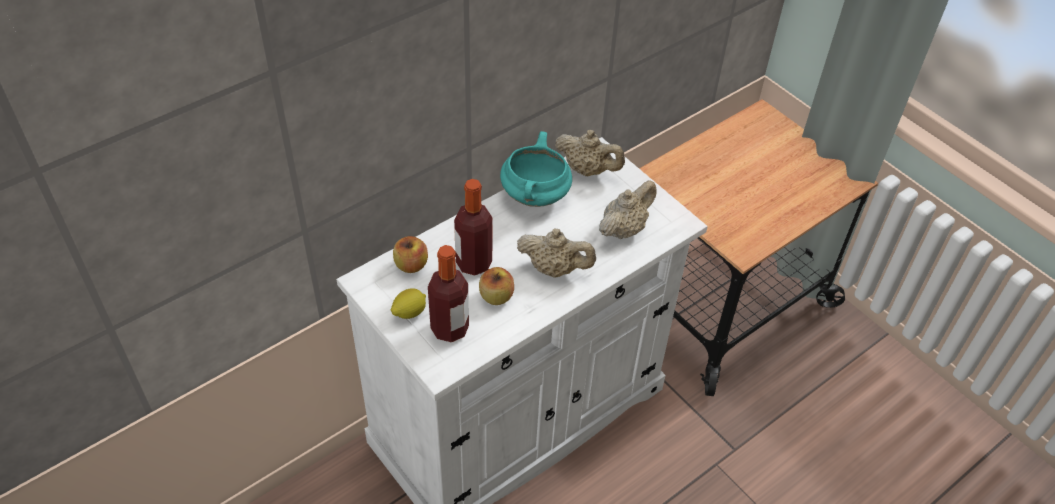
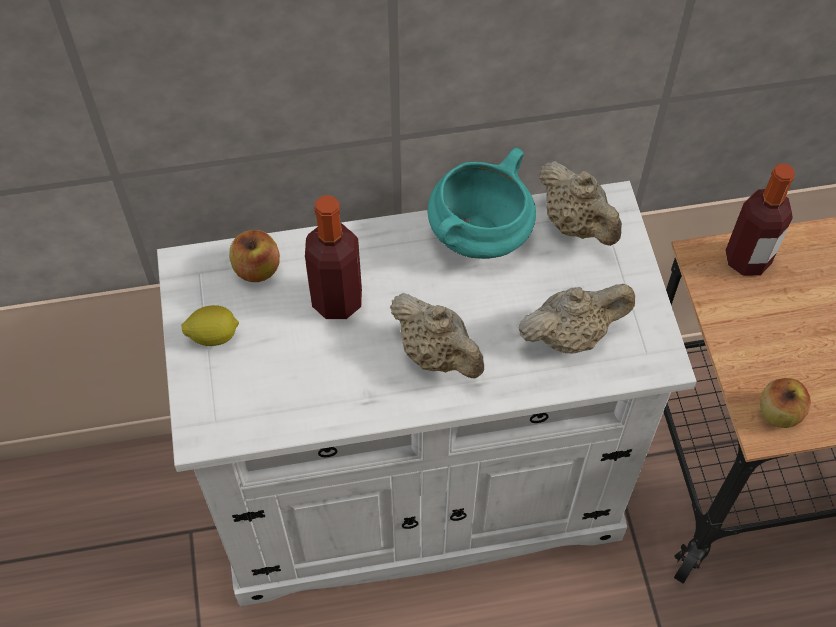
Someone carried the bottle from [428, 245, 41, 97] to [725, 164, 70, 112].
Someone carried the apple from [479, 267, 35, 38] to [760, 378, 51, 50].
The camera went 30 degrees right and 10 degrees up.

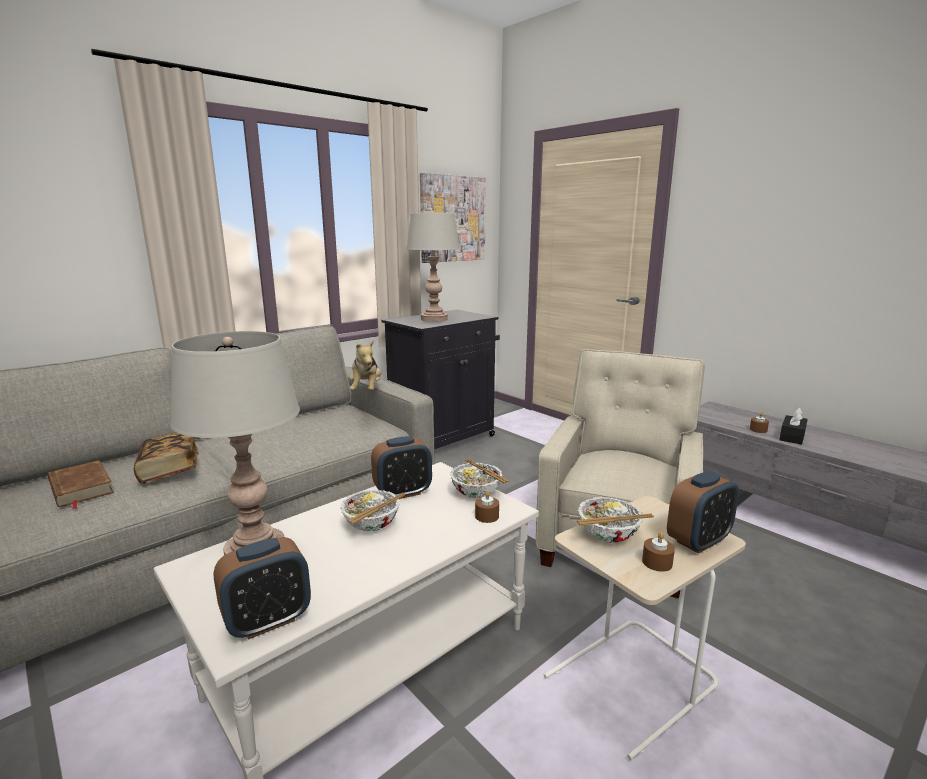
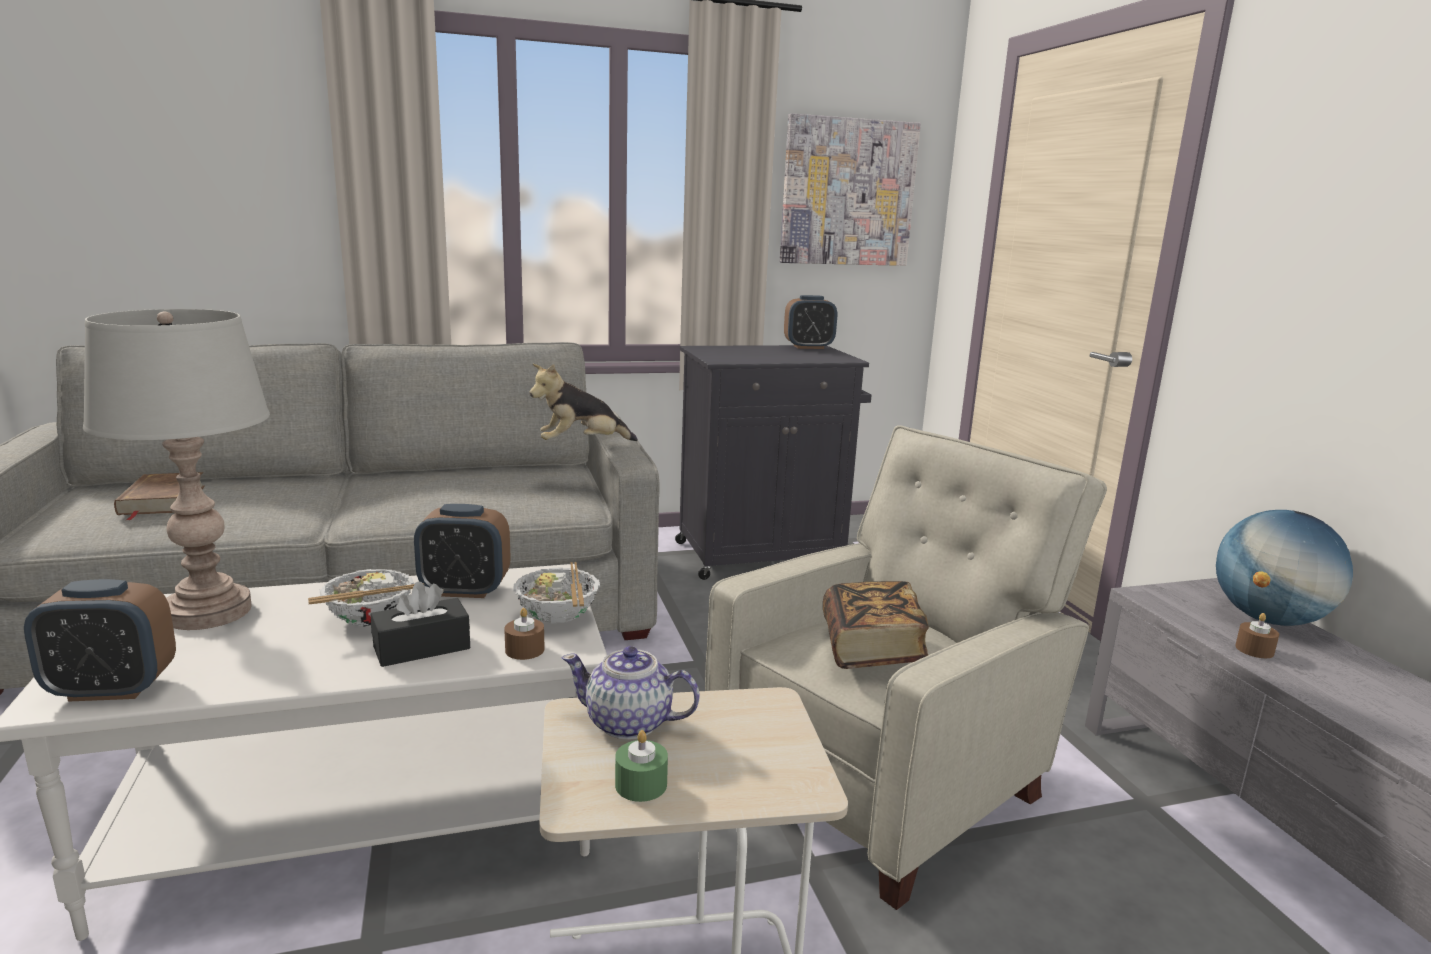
Someone carried the black-coloured box of tissues from [779, 408, 29, 37] to [371, 581, 99, 86].
Someone rotated the soft toy at [349, 341, 32, 50] by 45 degrees clockwise.
Someone swapped the bowl at [577, 497, 77, 46] for the pot for tea at [562, 646, 138, 94].
Someone repainted the brown wax candle at [642, 532, 33, 40], which became the green wax candle at [615, 730, 53, 72].
Someone carried the bedside clock from [667, 471, 72, 83] to [784, 295, 53, 54].
Someone carried the bound book from [134, 433, 65, 51] to [823, 581, 106, 88].
Someone put down the globe at [1216, 510, 137, 116].
Someone took away the grey tabletop lamp at [406, 211, 54, 111].
The camera went 25 degrees right and 0 degrees up.

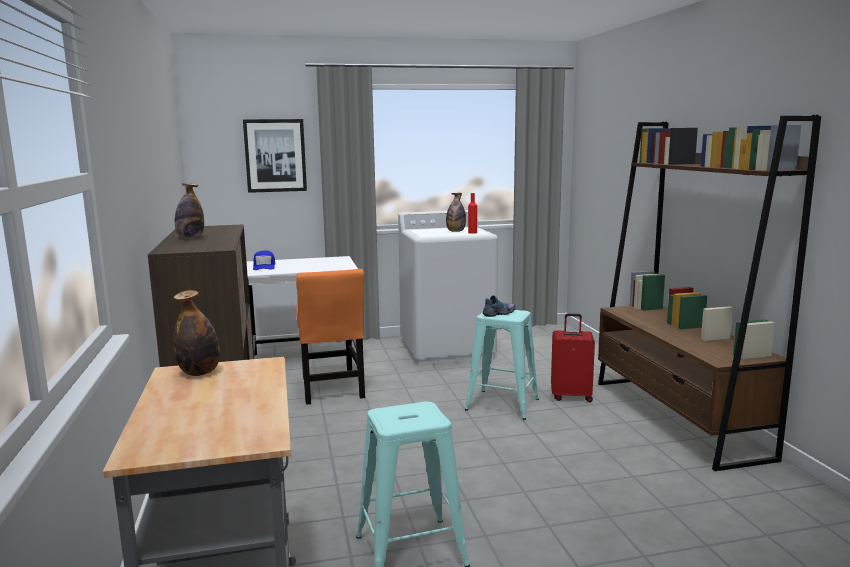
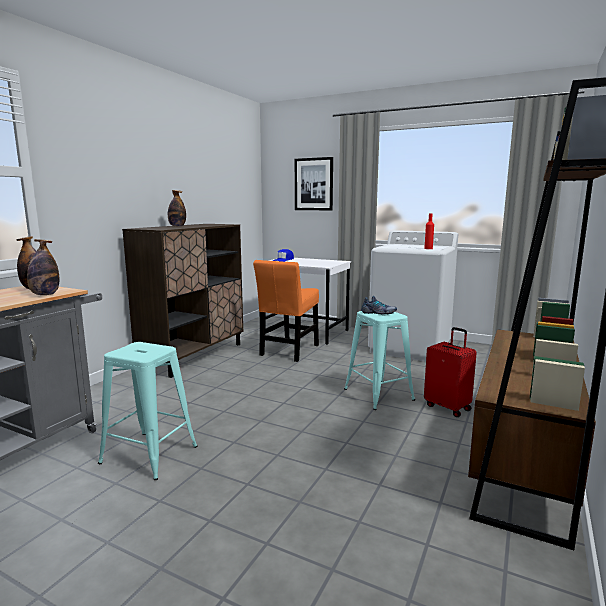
Someone carried the bottle from [446, 193, 20, 39] to [27, 239, 32, 56].
The camera went 40 degrees right and 0 degrees up.

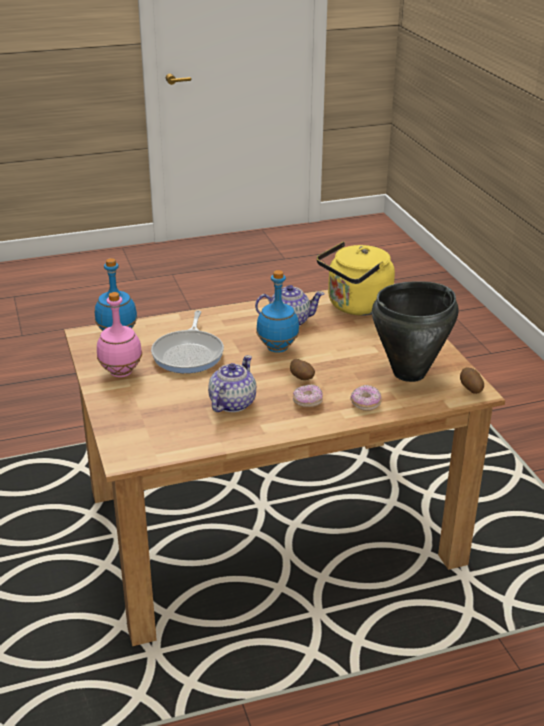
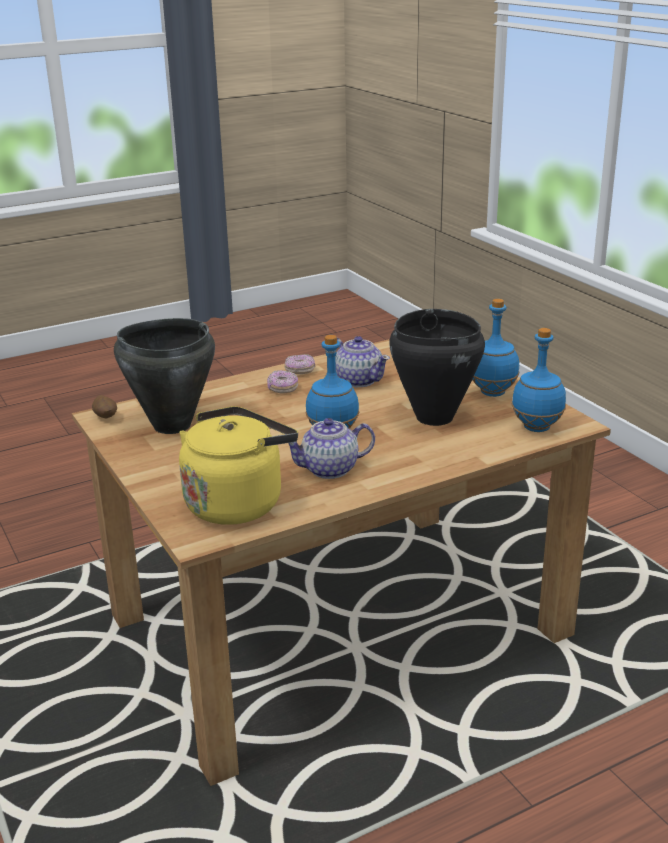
Someone carried the donut from [350, 385, 32, 26] to [284, 354, 31, 20].
Someone rotated the pot for tea at [208, 355, 48, 57] by 60 degrees counterclockwise.
Someone swapped the skillet at [151, 310, 73, 63] for the black-coloured stockpot at [389, 309, 96, 117].
Someone repainted the pinkish bottle at [97, 292, 45, 85], which became the bluish bottle at [472, 299, 48, 98].
Someone took away the potato at [290, 359, 25, 21].
The camera went 170 degrees right and 5 degrees down.

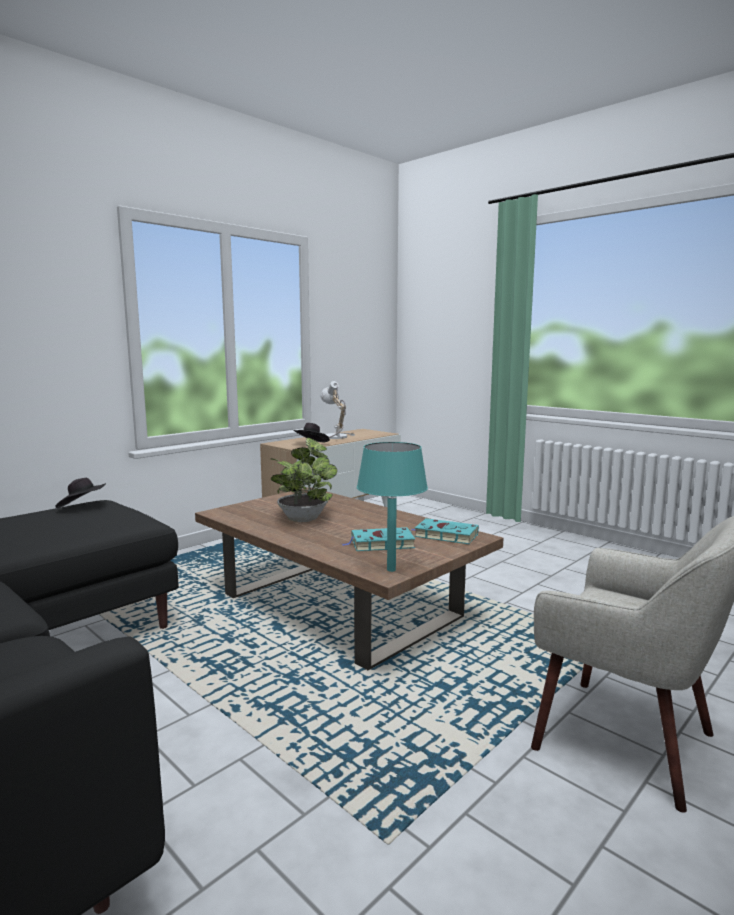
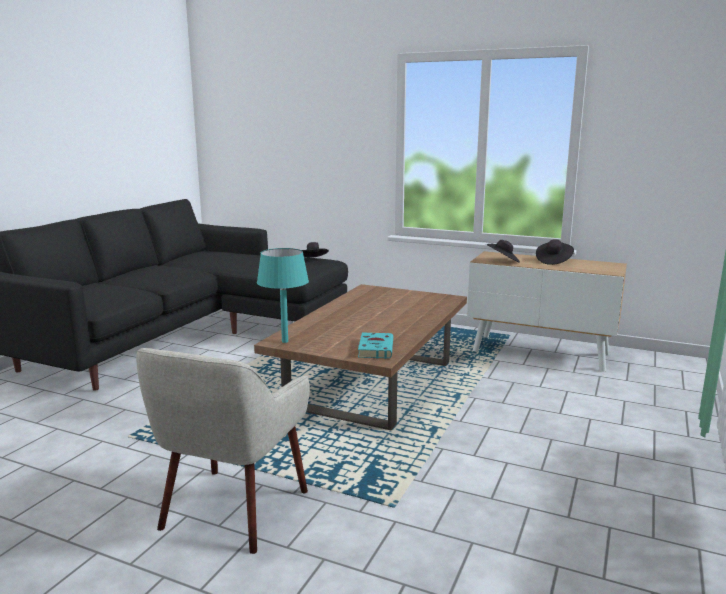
Someone swapped the tabletop lamp at [320, 381, 35, 58] for the black-coloured hat at [536, 239, 38, 26].
Someone took away the plant in a pot at [271, 438, 66, 84].
Someone took away the turquoise-coloured bound book at [342, 527, 73, 24].
The camera went 70 degrees right and 5 degrees up.

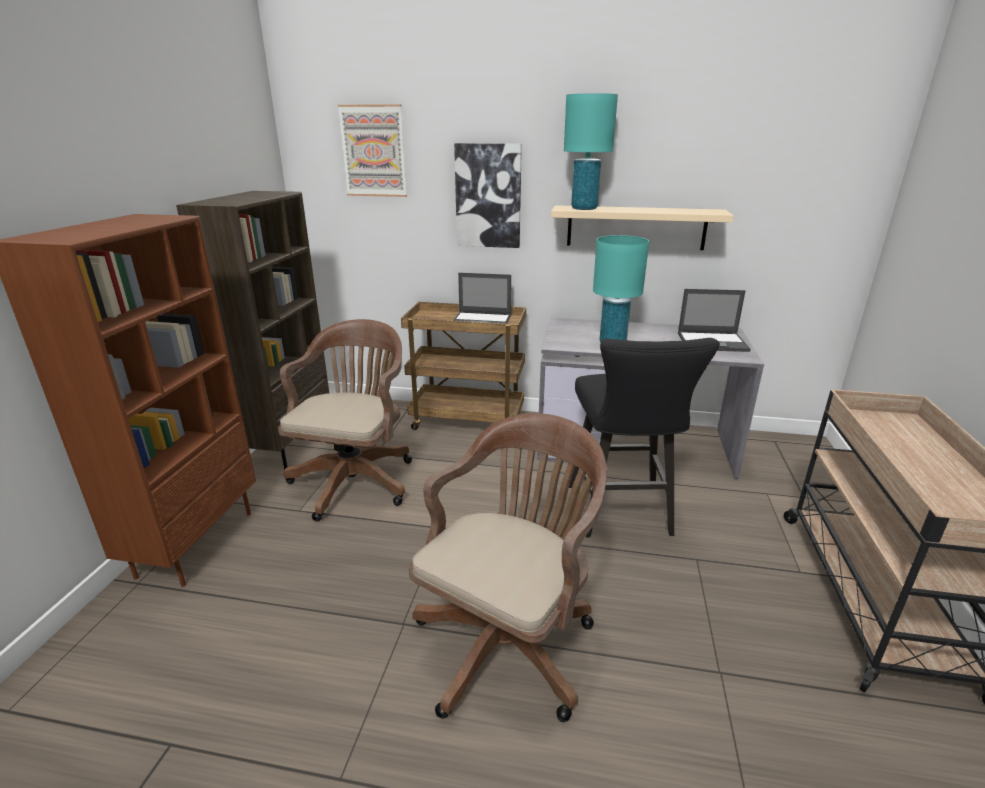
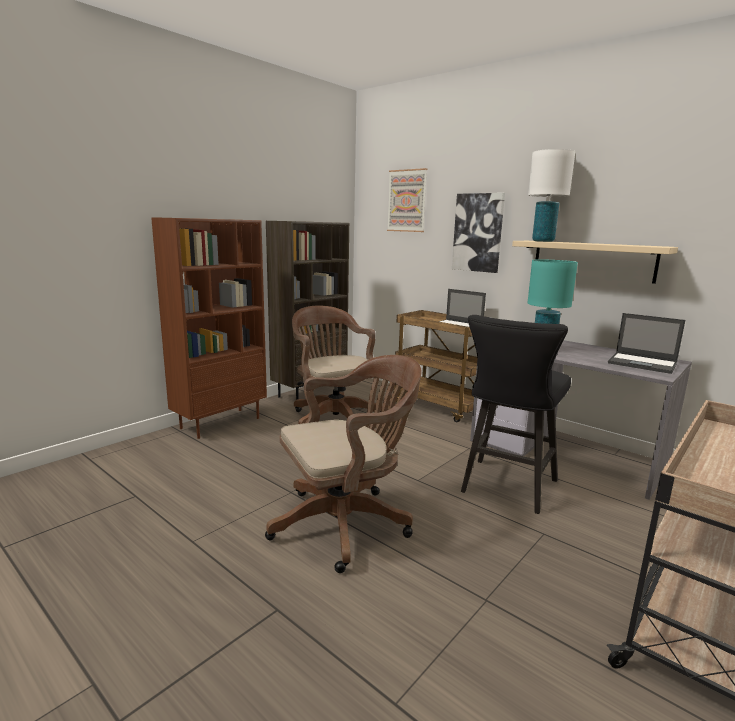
Someone rotated the brown desk chair at [278, 319, 134, 202] by 75 degrees counterclockwise.
Someone repainted the turquoise-coloured tabletop lamp at [564, 93, 54, 117], which became the white-coloured tabletop lamp at [528, 149, 47, 93].
The camera went 30 degrees right and 10 degrees down.

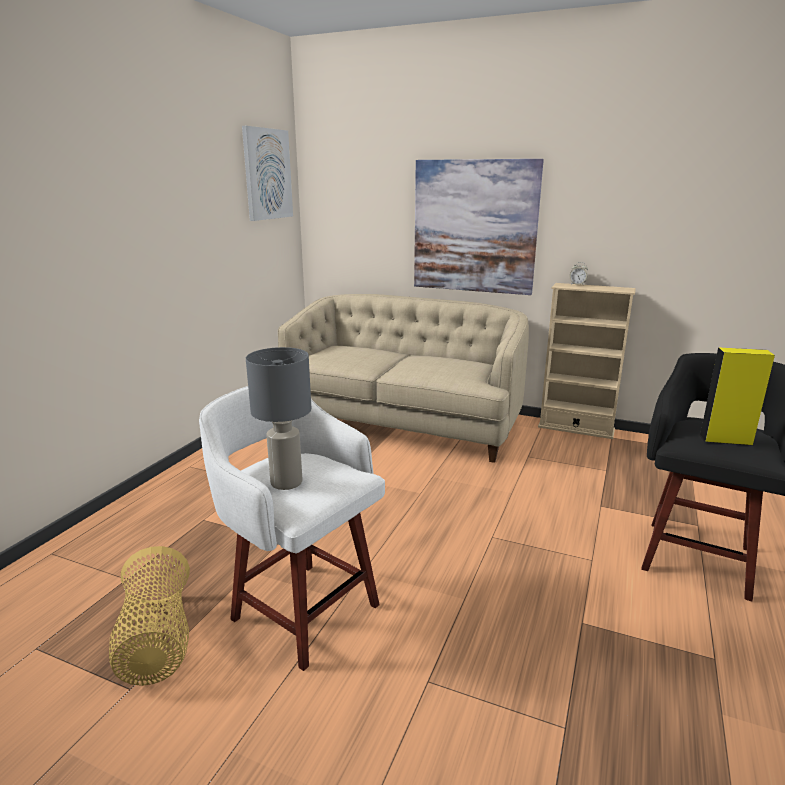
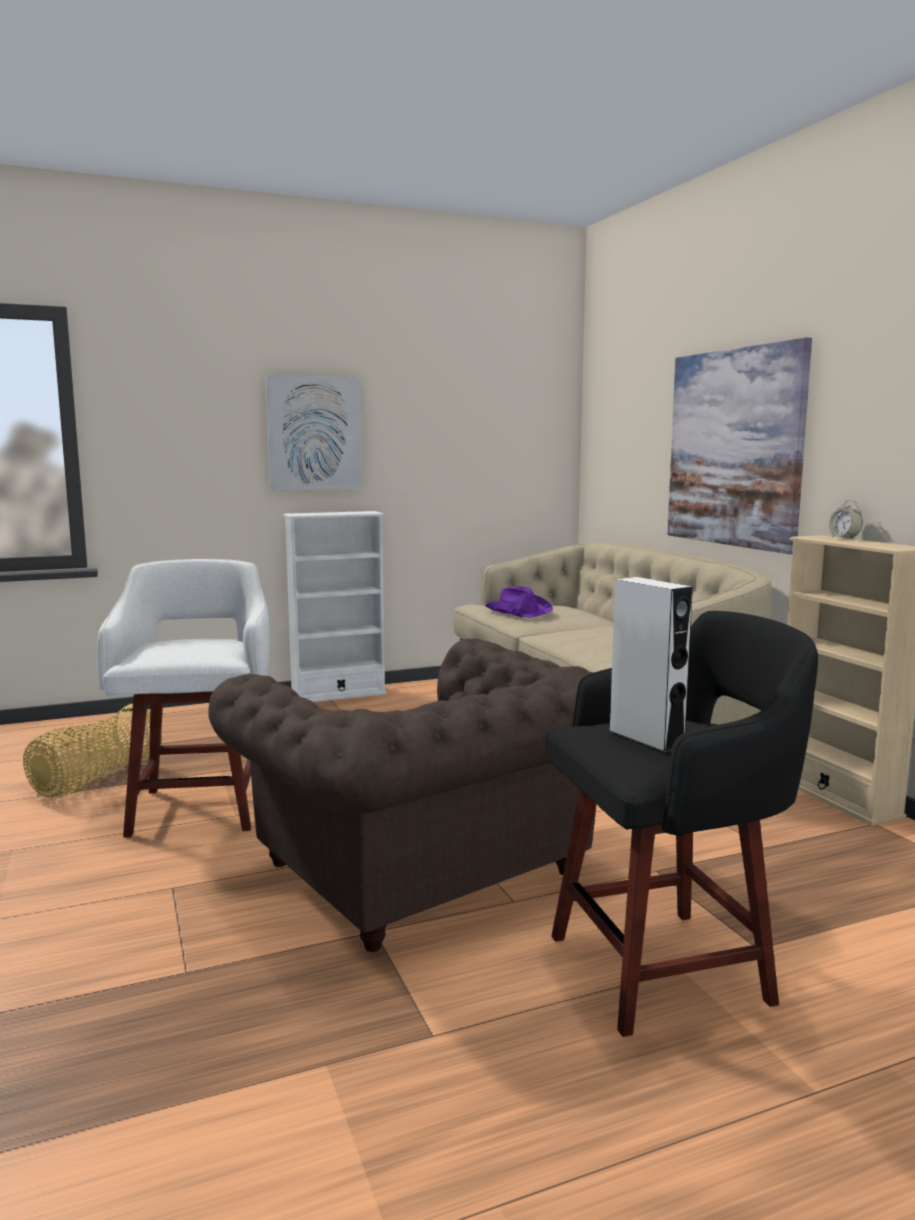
Someone put down the brown lounge chair at [208, 638, 389, 314].
Someone carried the picture from [242, 126, 51, 95] to [265, 375, 97, 116].
Someone put down the white-coloured bookcase at [283, 511, 104, 191].
Someone put down the purple hat at [485, 586, 68, 32].
Someone repainted the yellow-coloured speaker at [699, 347, 76, 99], which became the white-coloured speaker at [609, 577, 84, 176].
Someone took away the grey tabletop lamp at [246, 347, 65, 143].
The camera went 45 degrees right and 10 degrees down.

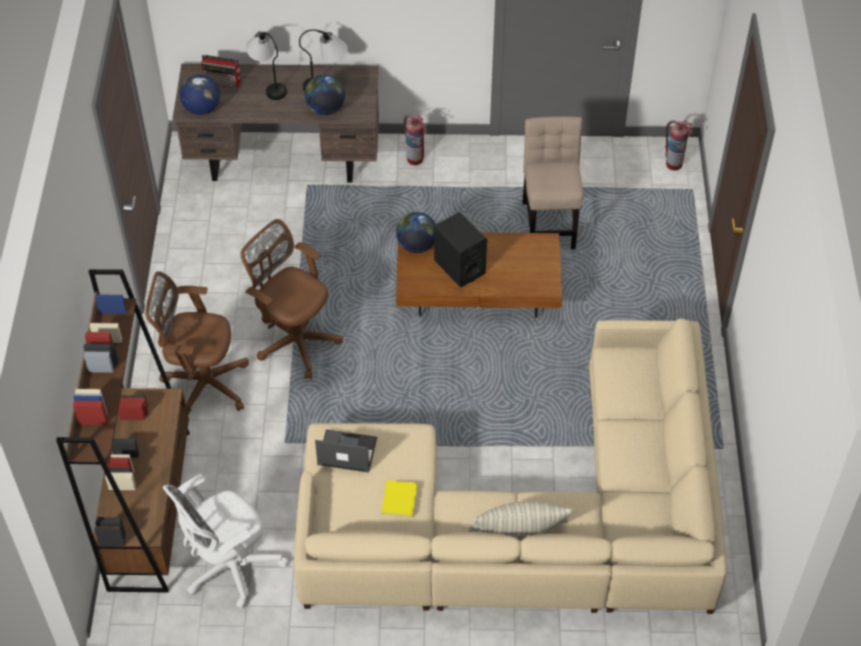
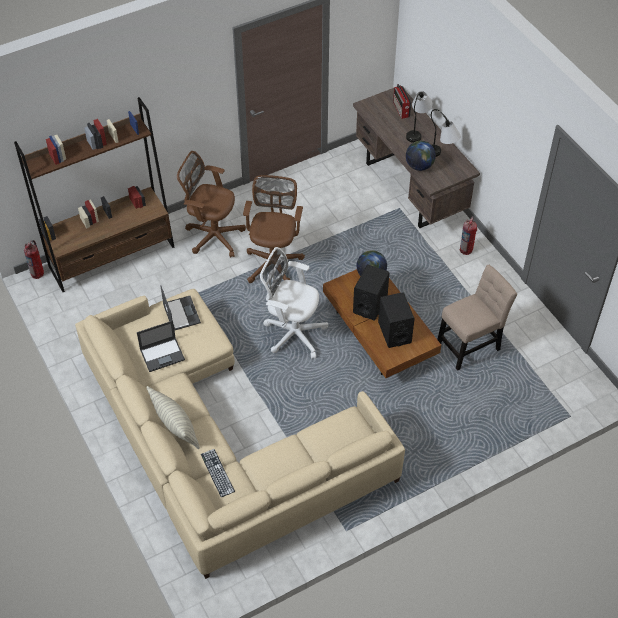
Someone carried the fire-fighting cylinder from [665, 120, 29, 50] to [24, 240, 20, 39].
Someone swapped the yellow-coloured bound book at [381, 480, 36, 38] for the portable computer at [137, 321, 48, 51].
Someone rotated the brown desk chair at [145, 271, 104, 144] by 45 degrees counterclockwise.
Someone put down the PC keyboard at [201, 449, 34, 48].
Someone carried the white-coloured desk chair from [163, 474, 126, 134] to [260, 247, 68, 111].
Someone put down the black-coloured speaker at [378, 292, 37, 56].
Someone took away the globe at [180, 74, 40, 41].
The camera went 60 degrees right and 0 degrees up.

